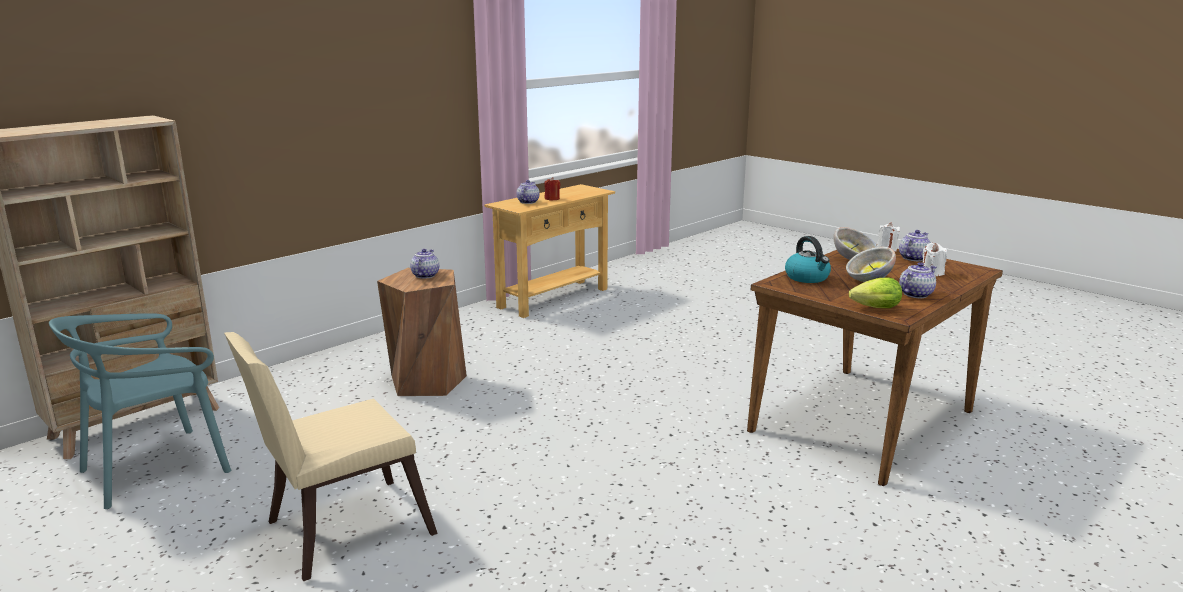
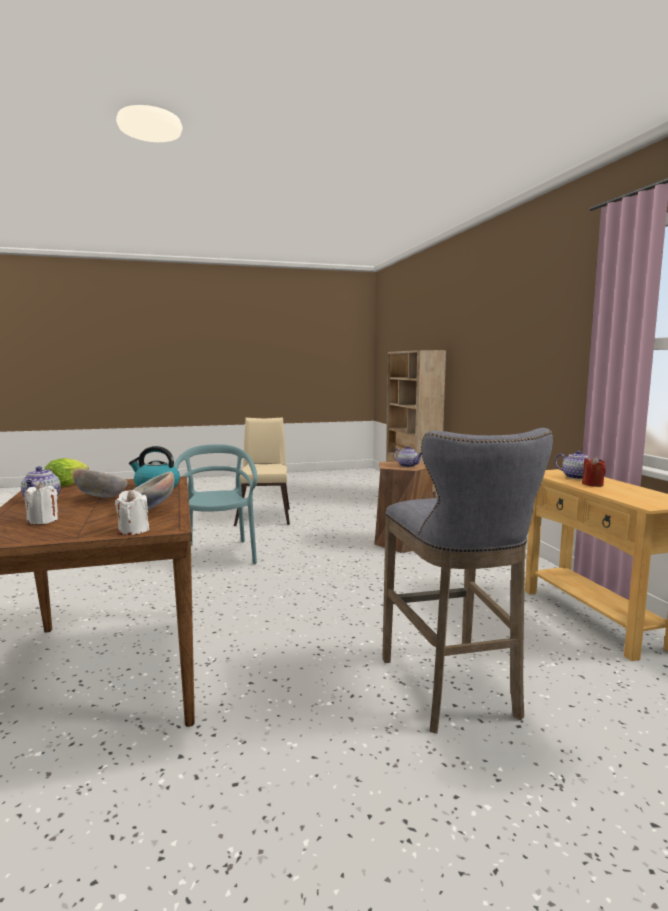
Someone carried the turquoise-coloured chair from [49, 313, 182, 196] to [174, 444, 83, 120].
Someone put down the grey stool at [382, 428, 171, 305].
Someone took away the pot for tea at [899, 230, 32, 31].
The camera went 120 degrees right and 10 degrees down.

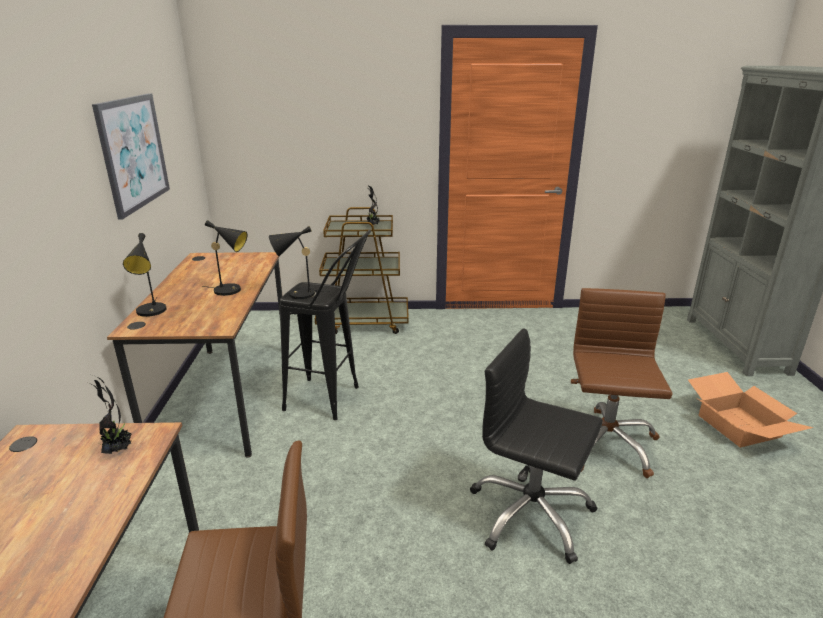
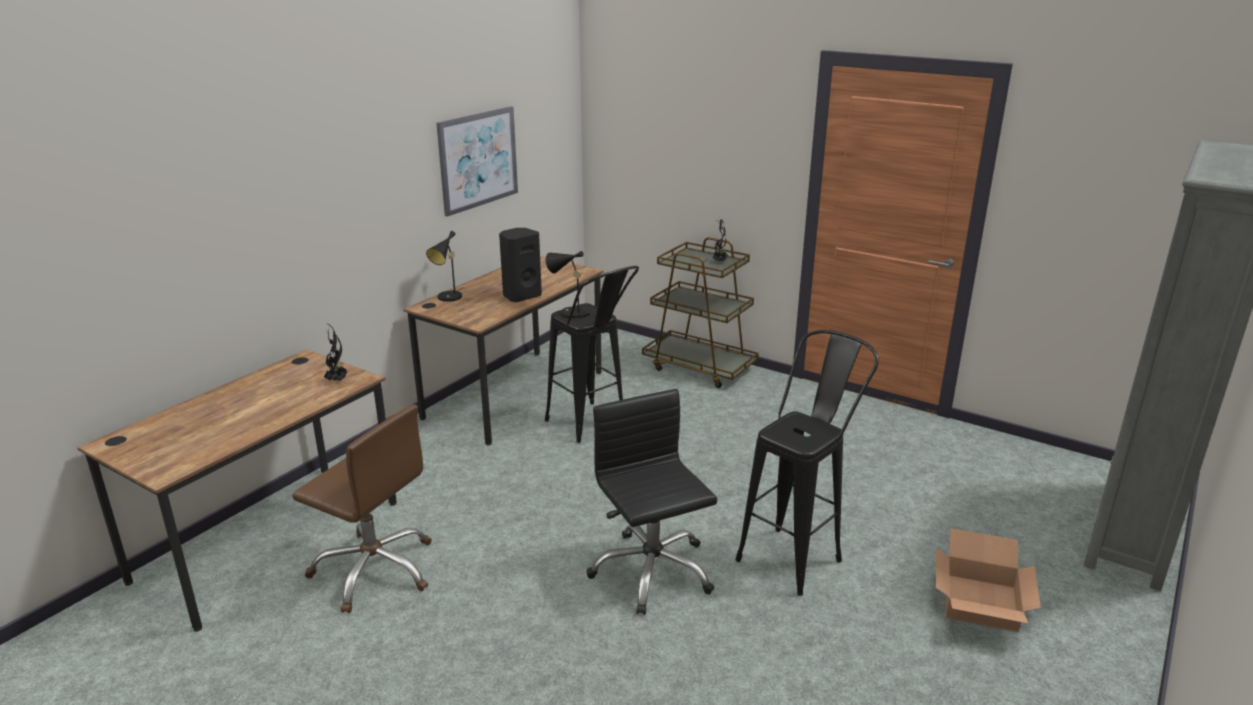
Someone swapped the black-coloured tabletop lamp at [203, 220, 45, 76] for the black-coloured speaker at [499, 228, 43, 74].
Someone swapped the brown desk chair at [571, 288, 102, 190] for the black-coloured stool at [735, 330, 144, 266].
The camera went 35 degrees right and 0 degrees up.

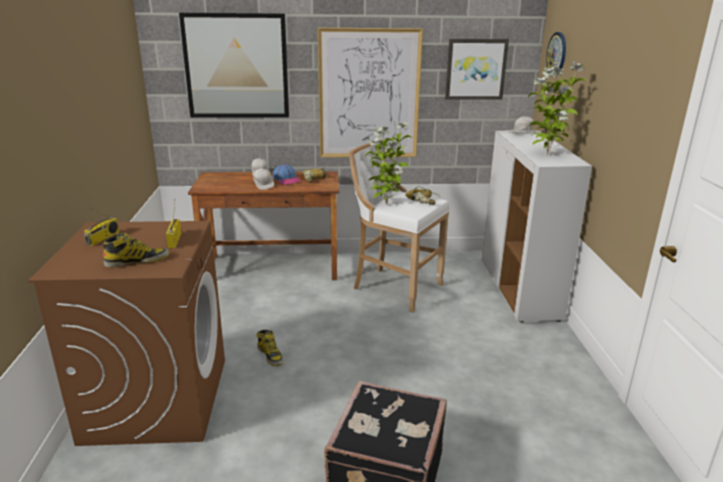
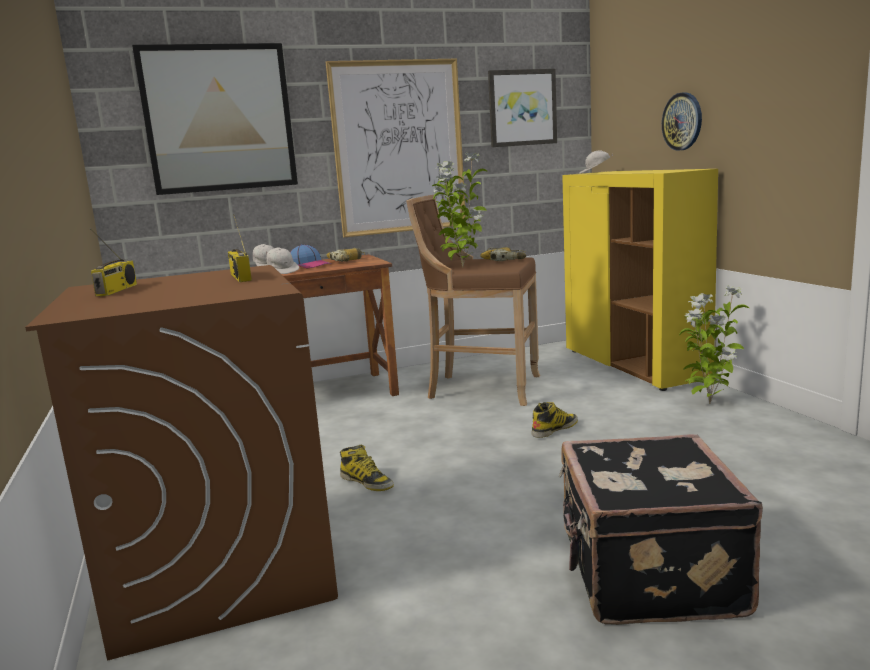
Someone repainted the white-coloured stool at [349, 140, 100, 173], which became the brown stool at [406, 195, 134, 211].
Someone carried the boot from [103, 232, 67, 35] to [532, 402, 46, 36].
Someone repainted the white-coloured cabinet at [482, 131, 110, 192], which became the yellow-coloured cabinet at [562, 169, 156, 222].
Someone carried the clock on the wall from [546, 32, 20, 43] to [662, 92, 40, 59].
Someone carried the plant in a pot from [528, 62, 58, 93] to [679, 285, 70, 119].
The camera went 15 degrees left and 10 degrees down.

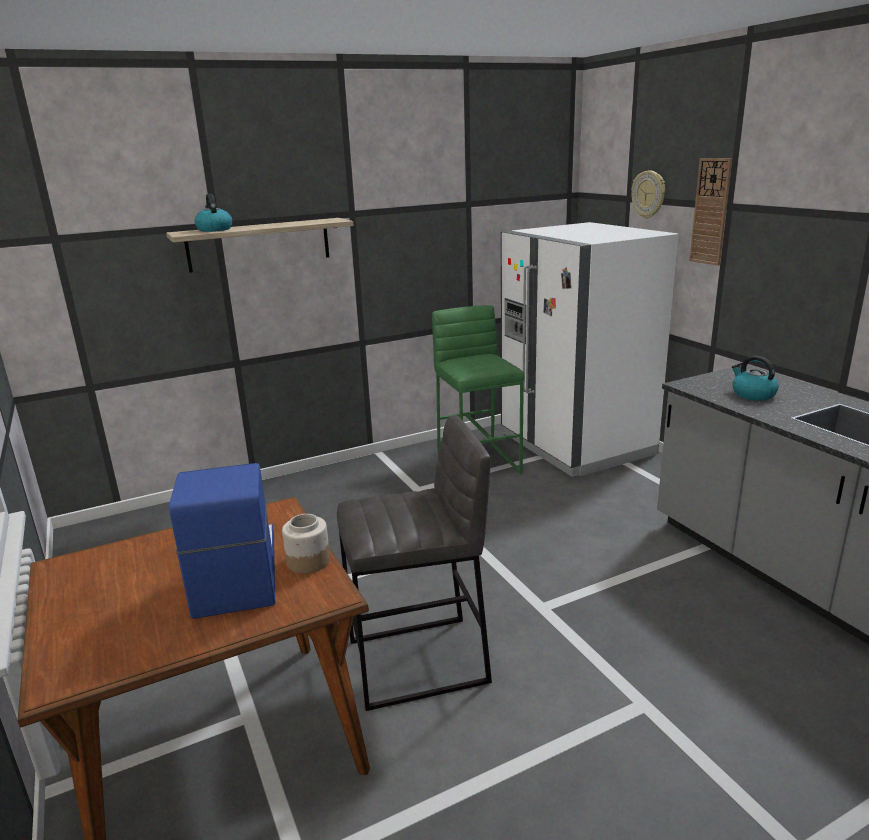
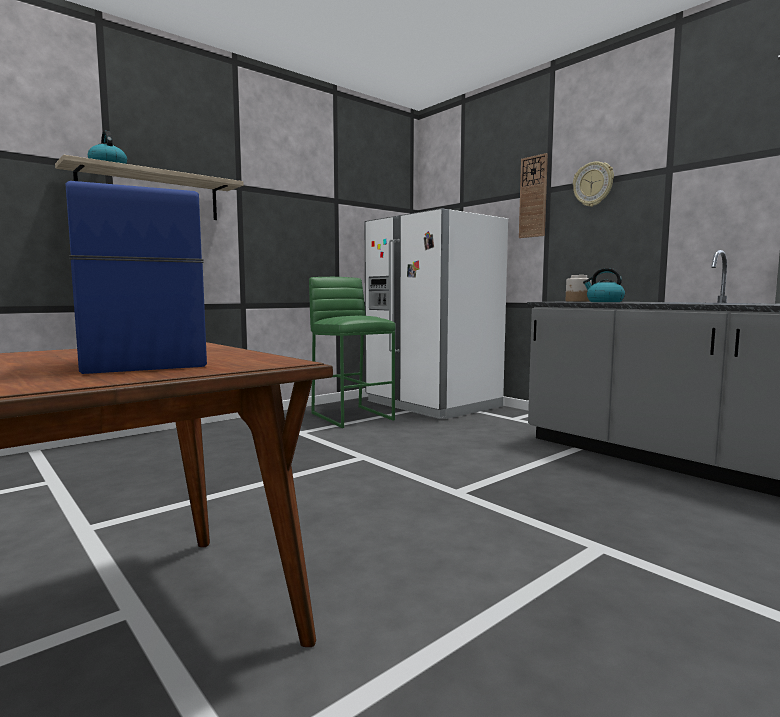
Someone carried the storage jar from [282, 514, 48, 60] to [566, 275, 26, 27].
Someone carried the clock on the wall from [631, 171, 34, 48] to [573, 161, 41, 46].
Someone took away the grey stool at [337, 415, 155, 296].
The camera went 15 degrees left and 15 degrees down.

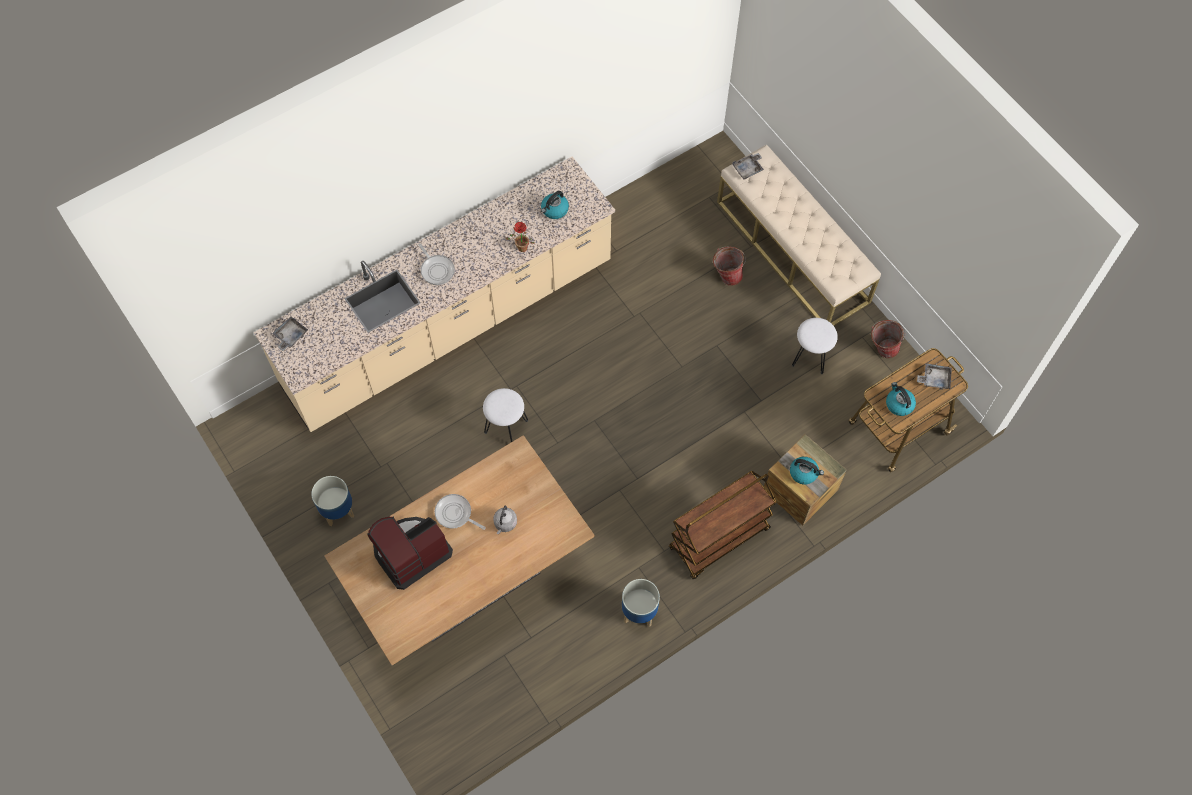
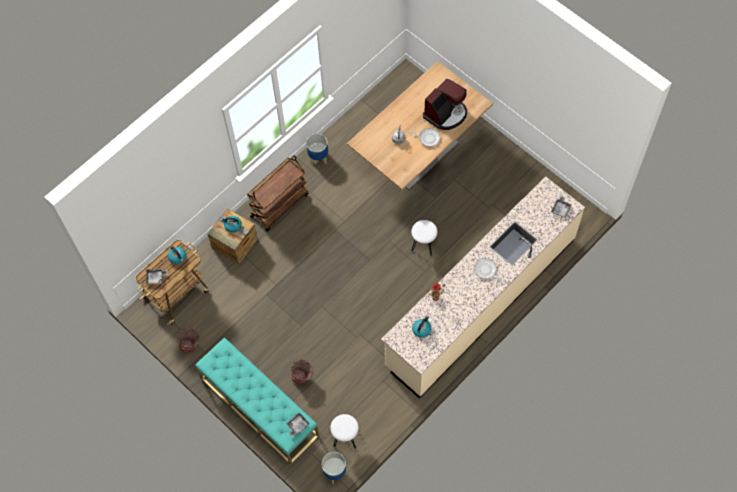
Someone repainted the beige bench at [717, 144, 164, 182], which became the turquoise-coloured bench at [195, 337, 124, 128].
Someone carried the planter from [311, 476, 43, 50] to [321, 452, 26, 32].
Someone carried the white-coloured stool from [792, 318, 46, 56] to [330, 414, 29, 35].
The camera went 170 degrees right and 0 degrees up.

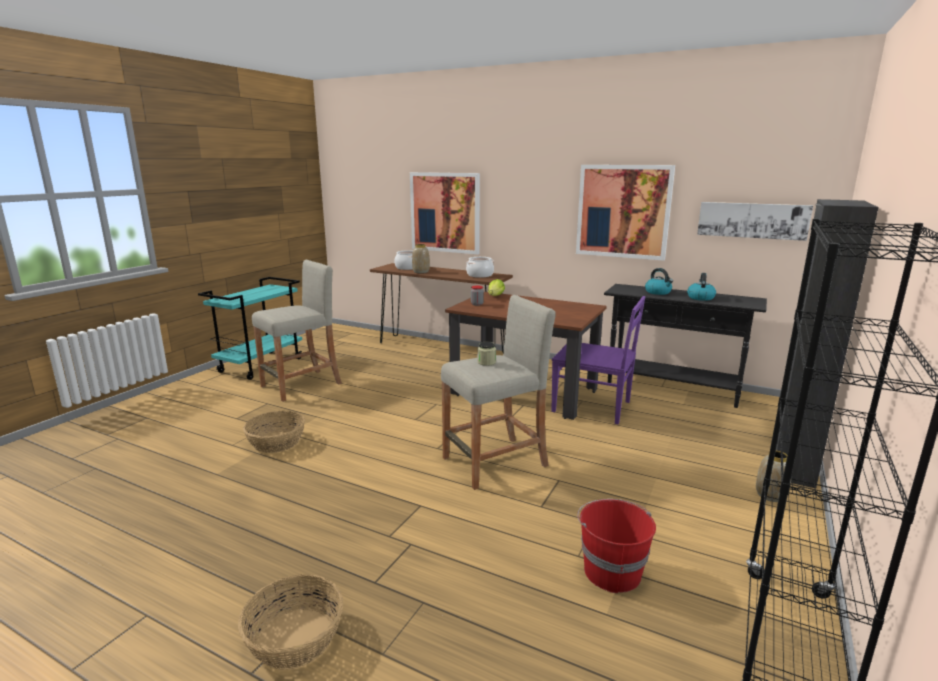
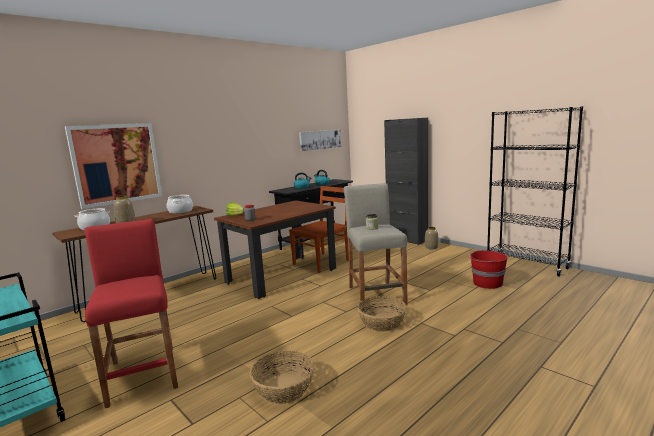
Someone repainted the beige stool at [252, 260, 90, 142], which became the red-coloured stool at [84, 219, 94, 189].
Someone repainted the purple chair at [551, 296, 95, 129], which became the brown chair at [289, 186, 60, 87].
Someone carried the household basket from [238, 574, 105, 96] to [357, 296, 50, 36].
Someone took away the picture at [576, 165, 99, 96].
The camera went 70 degrees left and 5 degrees down.

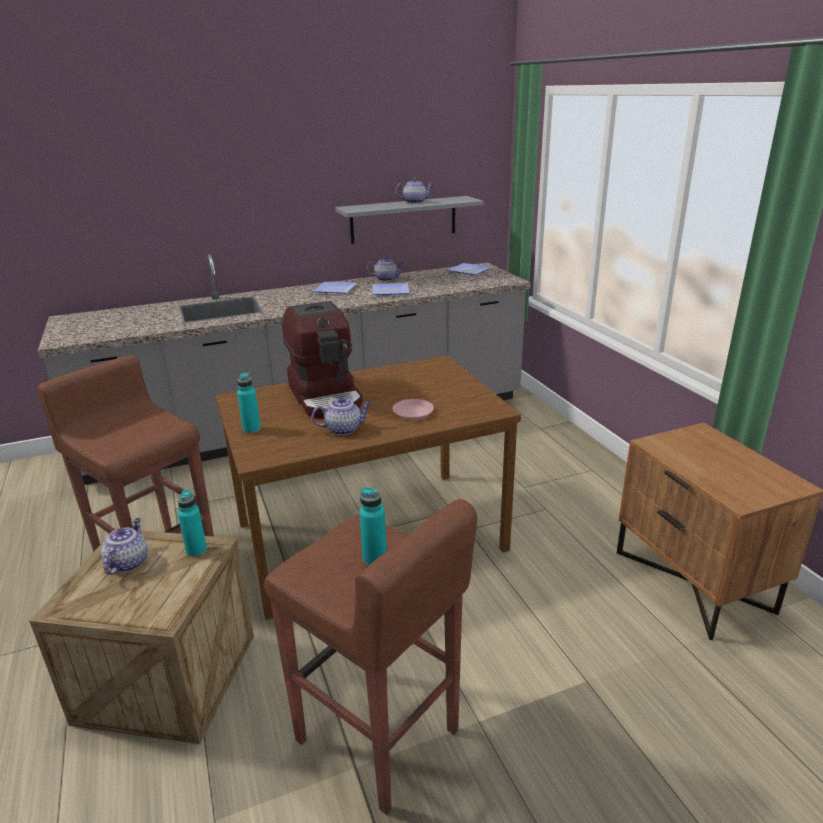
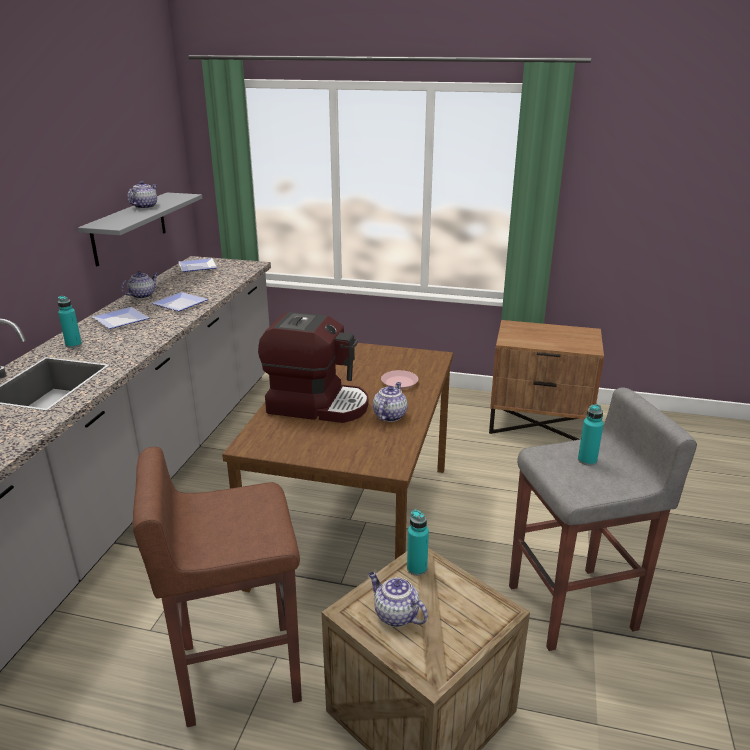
Someone carried the turquoise-coloured bottle from [237, 372, 24, 62] to [58, 296, 24, 52].
Someone repainted the brown stool at [264, 499, 213, 316], which became the grey stool at [509, 387, 188, 264].
The camera went 55 degrees left and 0 degrees up.

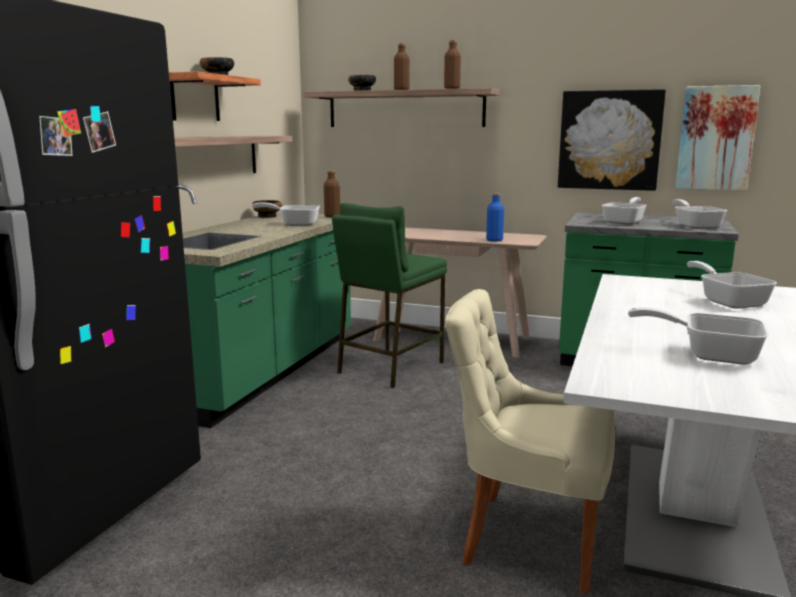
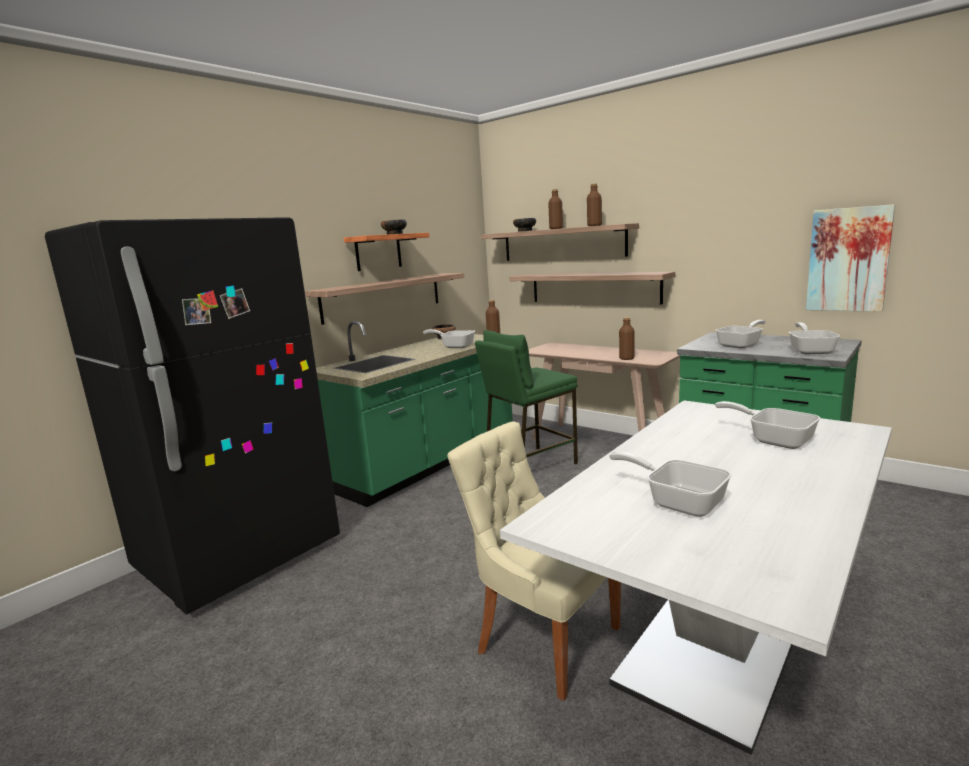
Someone put up the wall shelf at [509, 272, 166, 32].
Someone repainted the bluish bottle at [486, 193, 18, 49], which became the brown bottle at [619, 317, 15, 43].
Someone rotated the skillet at [687, 261, 90, 48] by 45 degrees counterclockwise.
Someone took away the picture at [558, 89, 108, 102].
The camera went 20 degrees right and 0 degrees up.

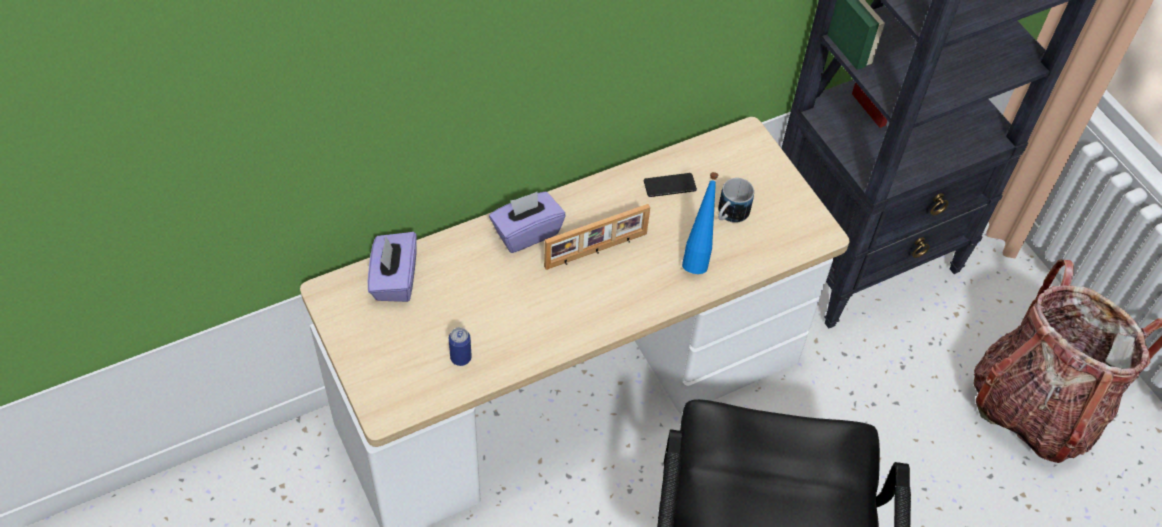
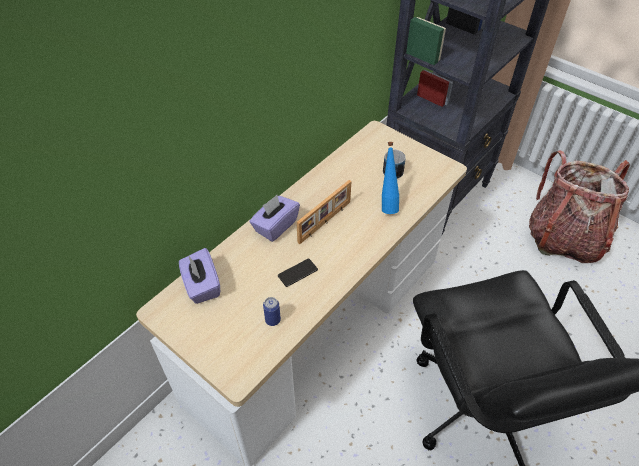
Someone carried the phone from [644, 173, 53, 24] to [278, 259, 40, 28].
The camera went 20 degrees left and 5 degrees down.

